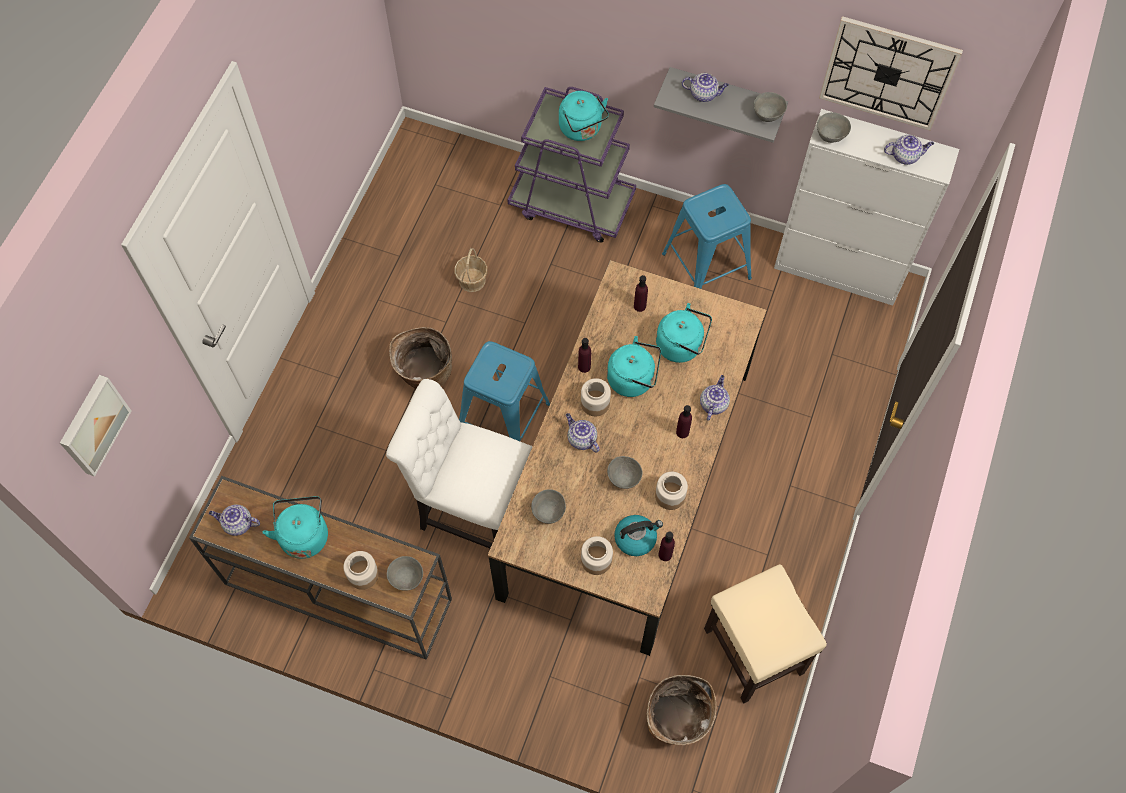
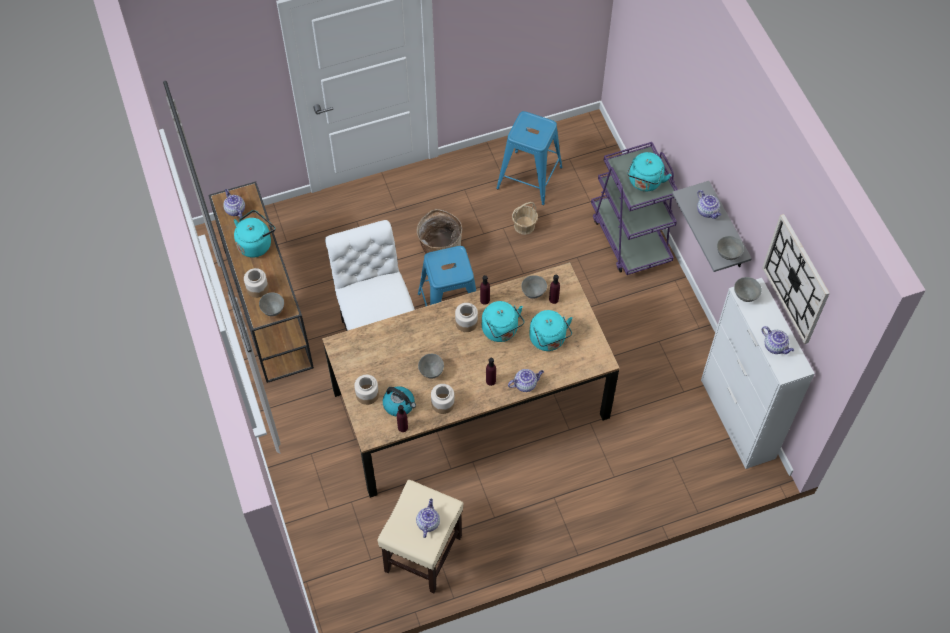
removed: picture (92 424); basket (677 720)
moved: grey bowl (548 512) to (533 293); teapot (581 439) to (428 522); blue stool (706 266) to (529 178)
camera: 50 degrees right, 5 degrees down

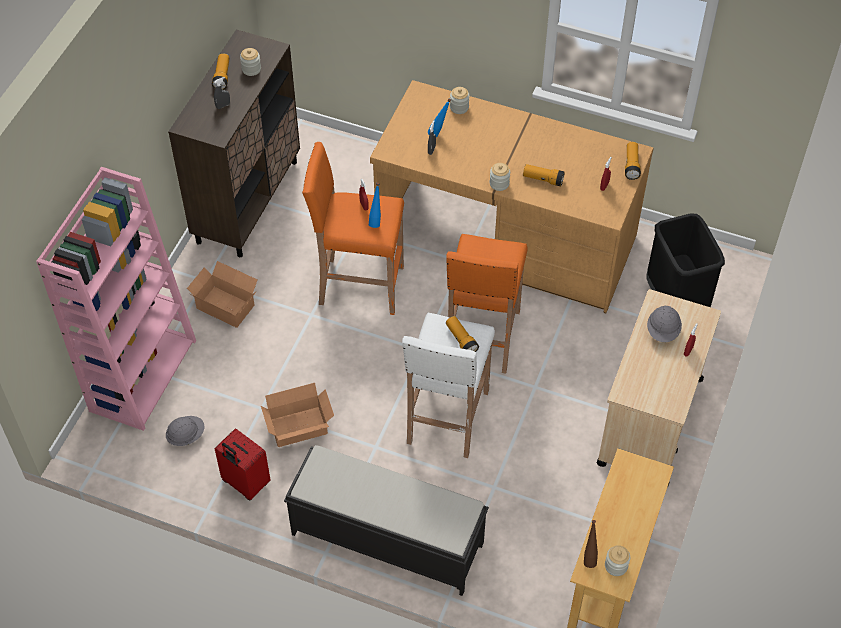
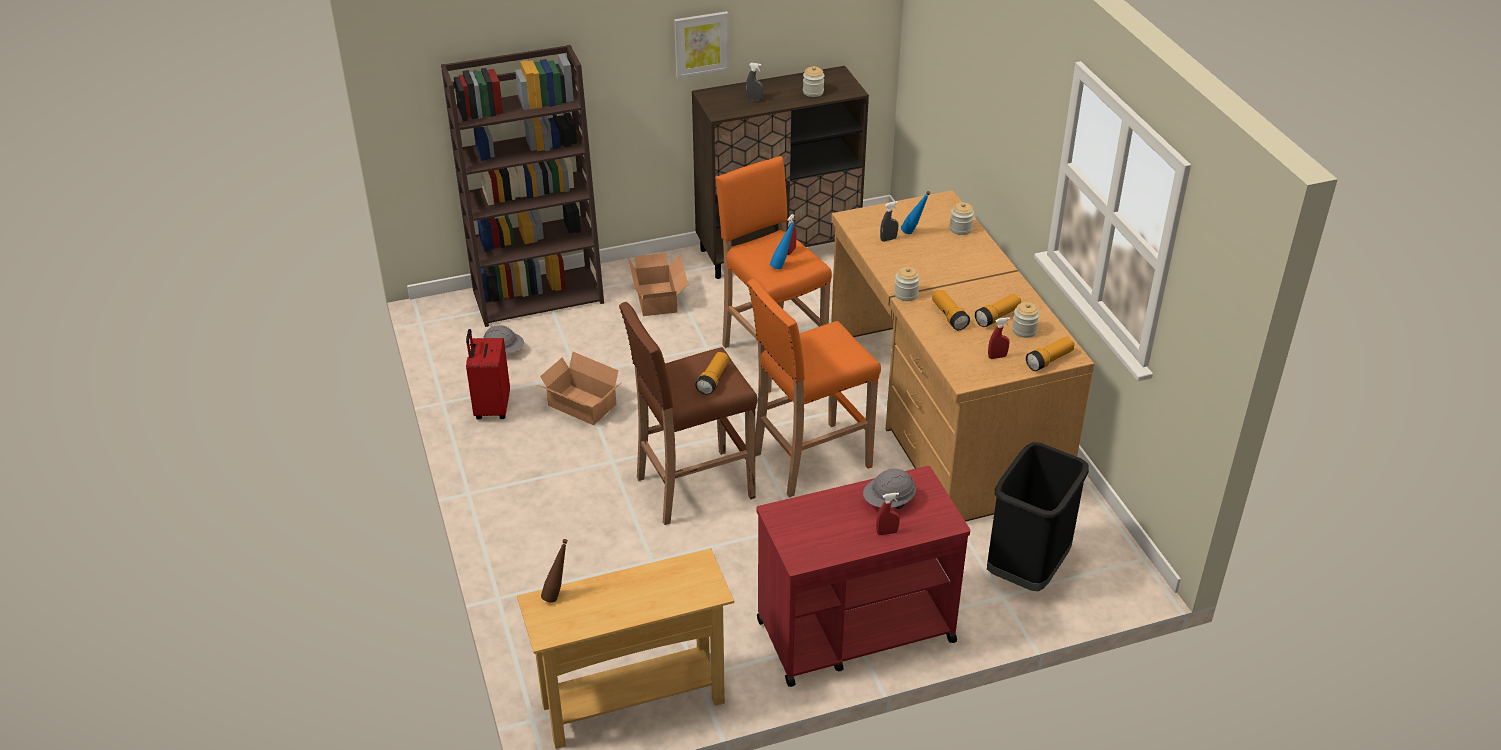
removed: black bench (386 538)
added: picture (701 44)
moved: flashlight (222 76) to (997 317); jar (616 566) to (1024 330)
recoloured: pink bookcase (143 374) to brown bookcase (539 296); white stool (446 419) to brown stool (692 488); beige cart (649 422) to red cart (854 631)
camera: 50 degrees right, 15 degrees down

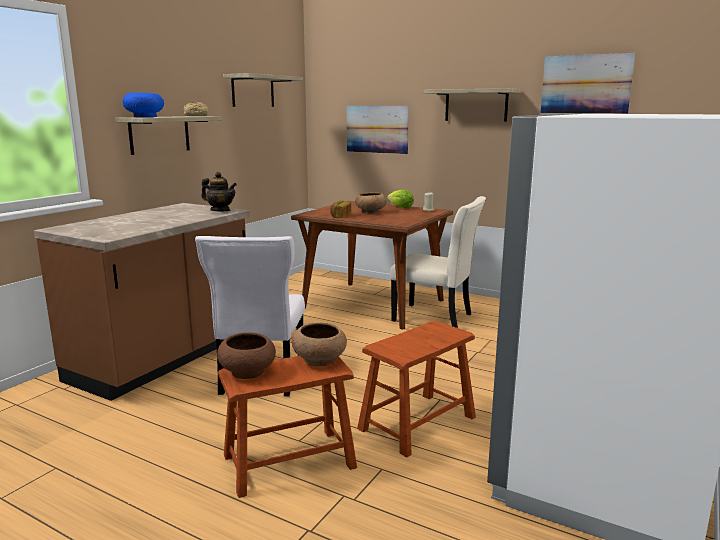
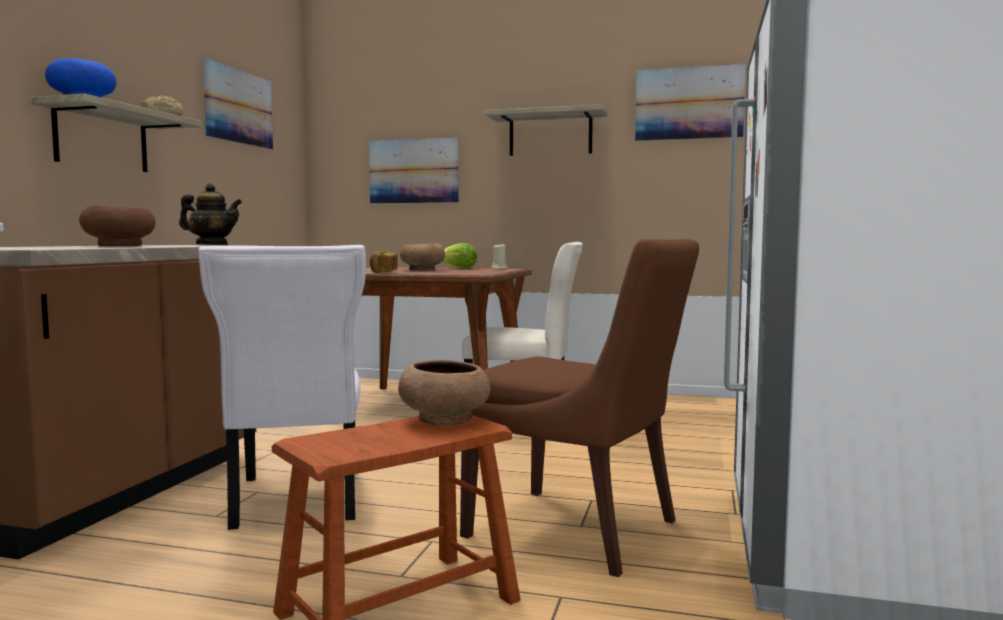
moved: brown bowl (248 371) to (120 246)
replaced: shelf (253 91) to picture (239 107); brown stool (417 423) to brown chair (578 531)
camera: 15 degrees left, 10 degrees down

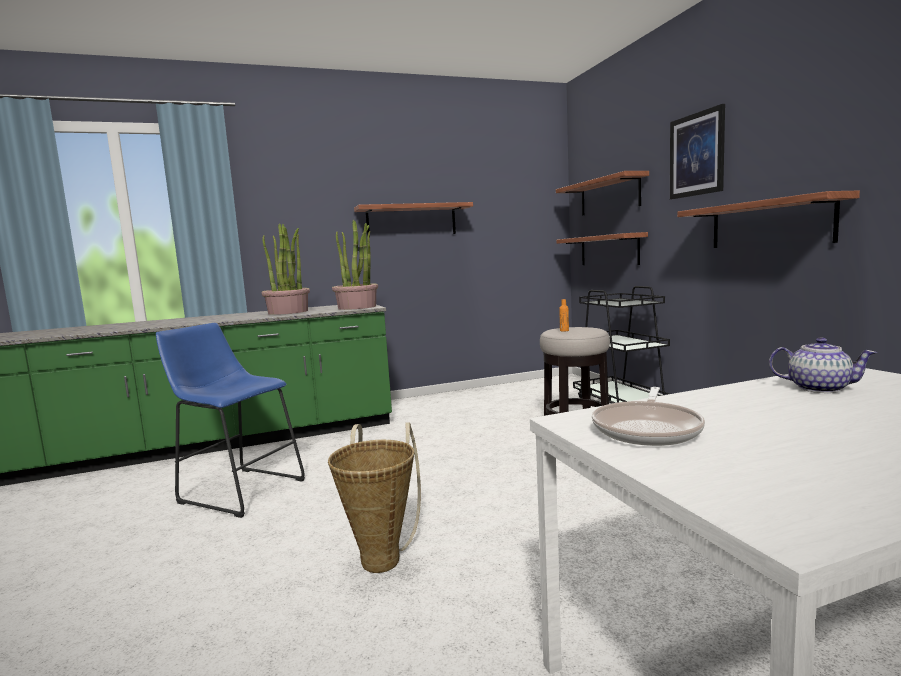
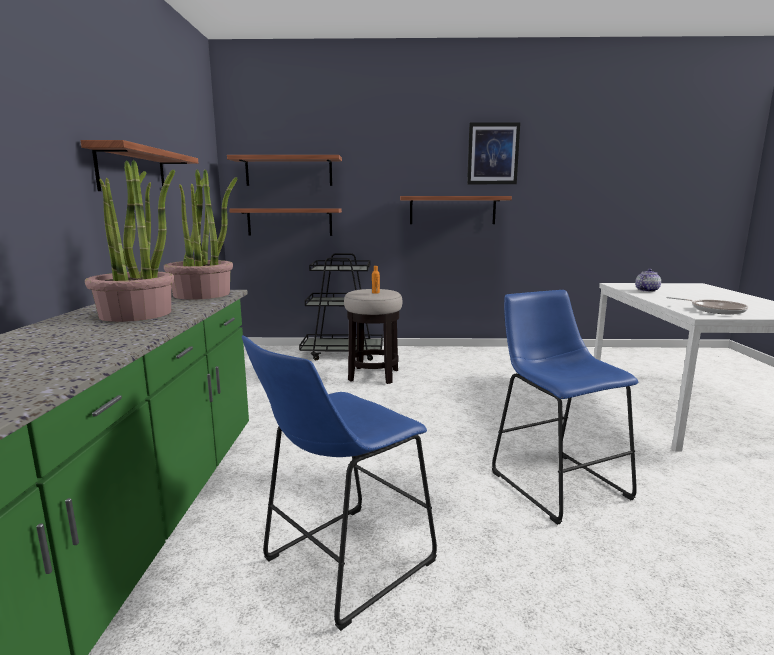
moved: picture (696 154) to (493 154)
replaced: basket (383 556) to blue stool (554 481)
camera: 70 degrees left, 5 degrees up

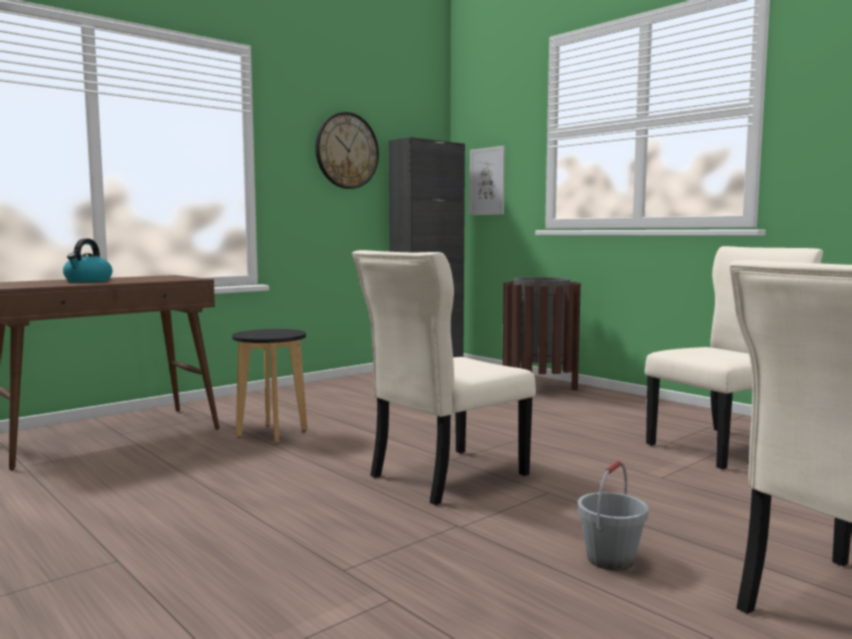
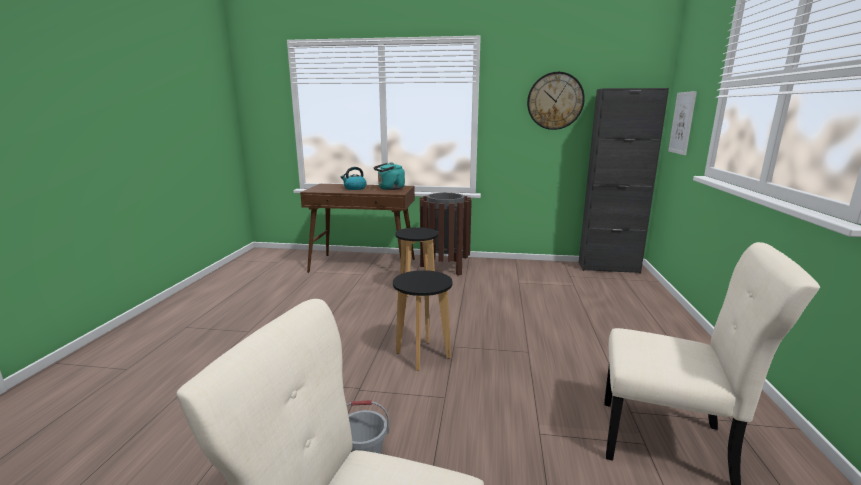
added: turquoise kettle (389 189)
moved: brown trash can (539 388) to (445 267)
replaced: beige chair (443 477) to black stool (422 355)
camera: 50 degrees right, 10 degrees up

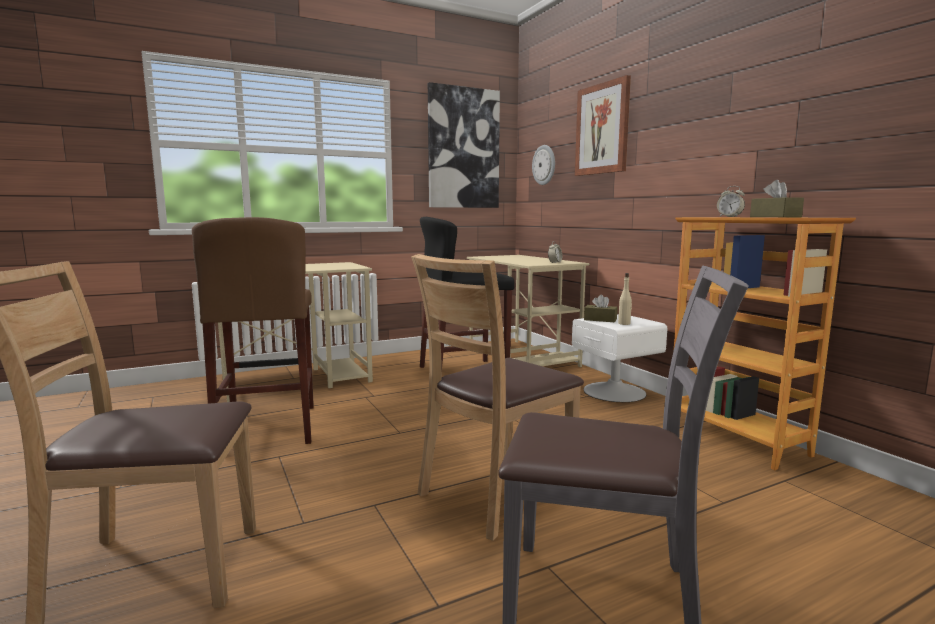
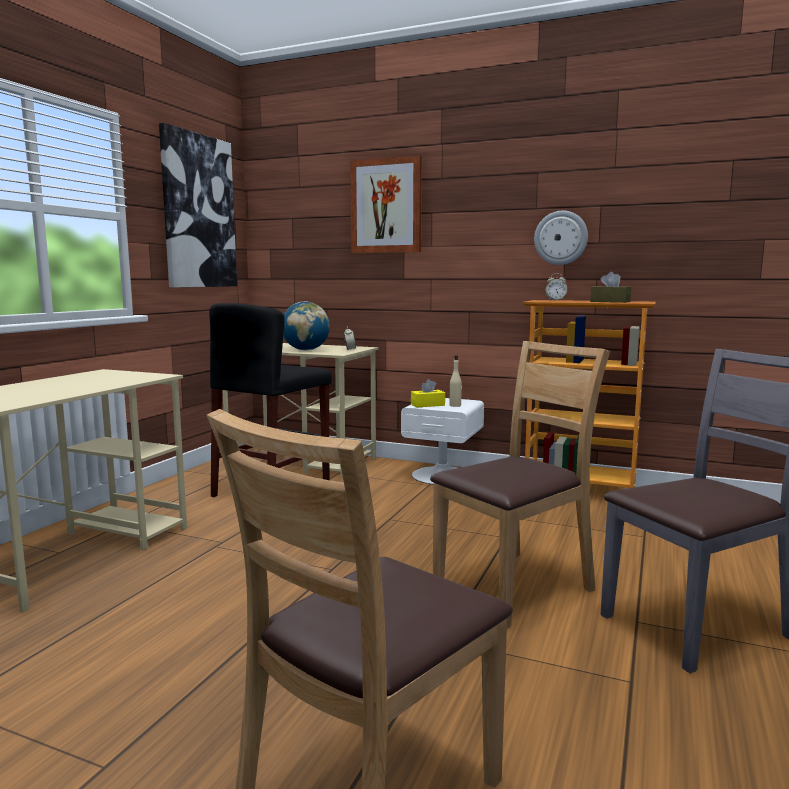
removed: brown stool (268 427)
added: globe (306 350)
moved: wall clock (544 165) to (560 238)
recoloured: brown tissue box (600 319) to yellow tissue box (427 405)
turned: brown chair (496 493) = (514 587) 135 degrees counterclockwise
camera: 40 degrees left, 0 degrees up

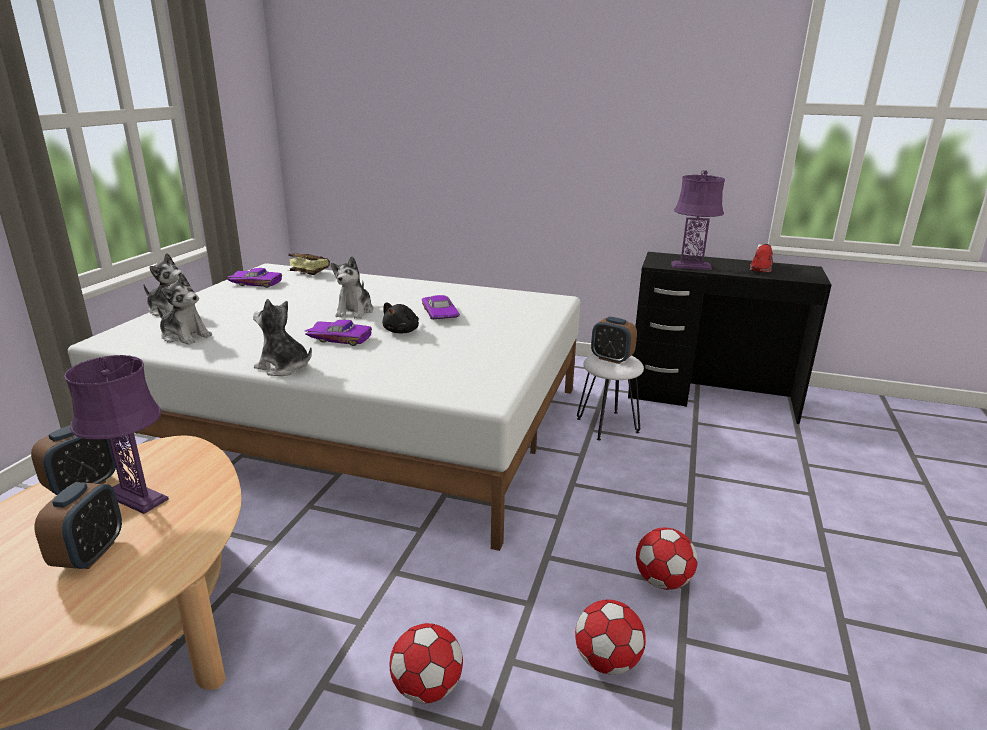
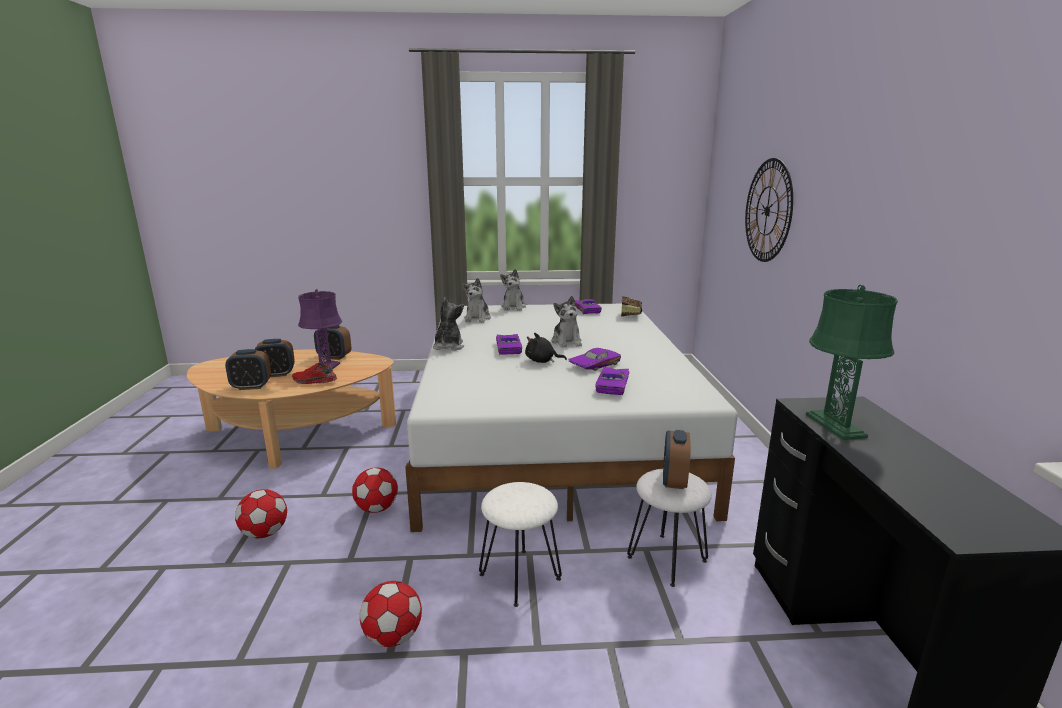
added: alarm clock (251 387); white stool (520 577); purple toy car (614 386); wall clock (767 211)
moved: football (607 661) to (377 508); red shoe (762 268) to (314 381)
recoloured: purple table lamp (691 266) to green table lamp (835 426)
turned: plush toy (355 311) = (566 342) 90 degrees counterclockwise
camera: 70 degrees right, 5 degrees down

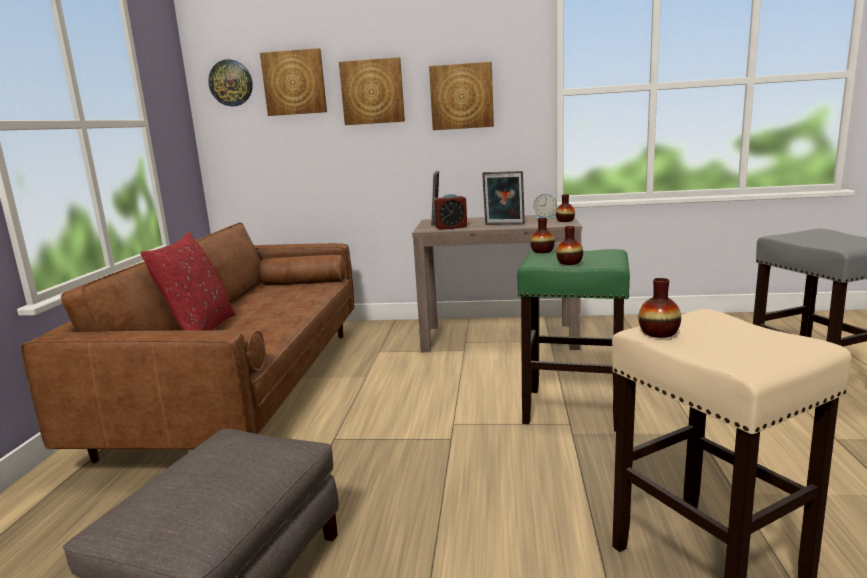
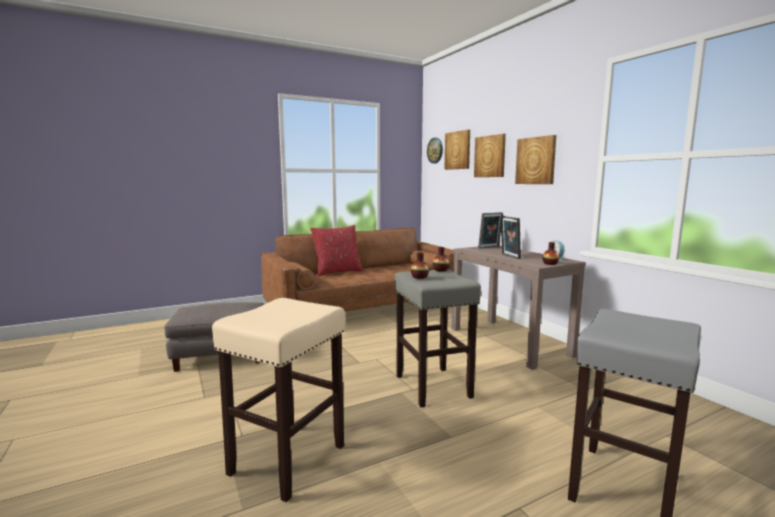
removed: alarm clock (451 227); vase (658 333)
recoloured: green stool (574 409) to grey stool (433 387)
camera: 55 degrees right, 5 degrees down

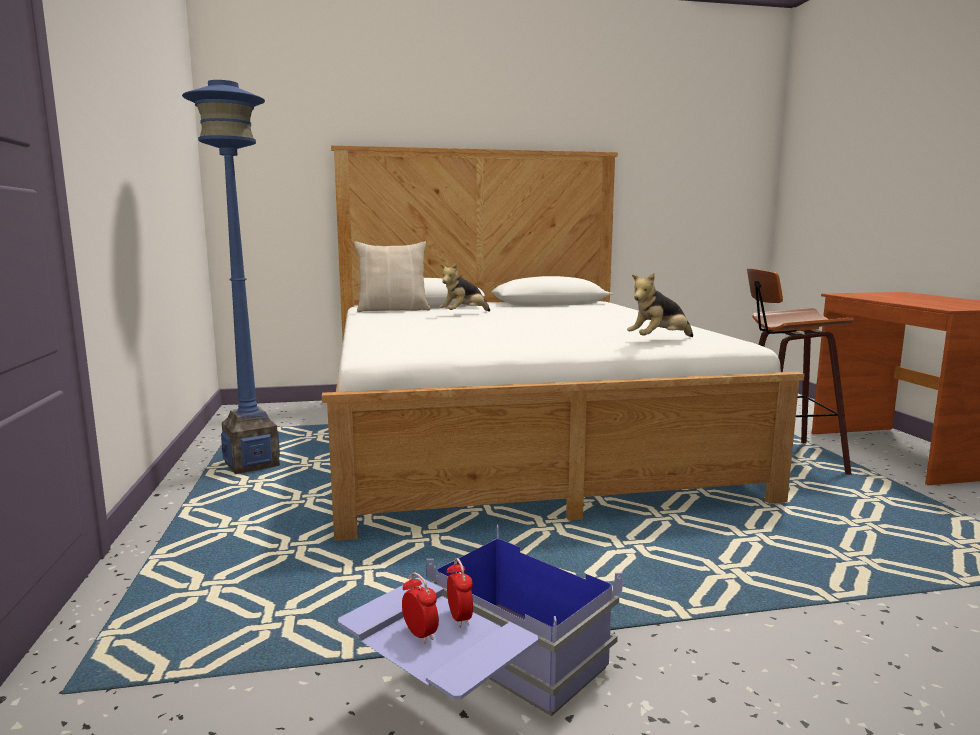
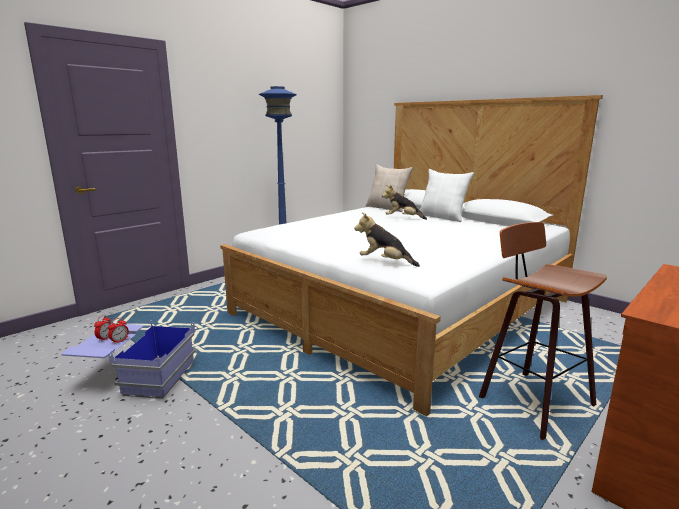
added: white pillow (442 217)
camera: 55 degrees right, 5 degrees up

